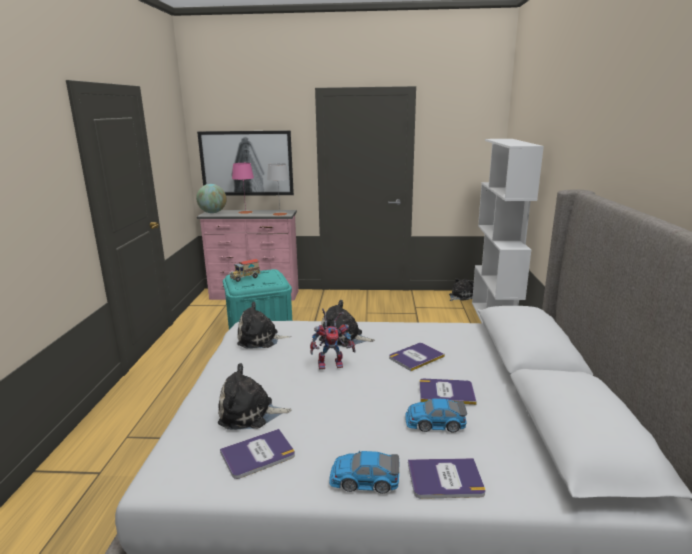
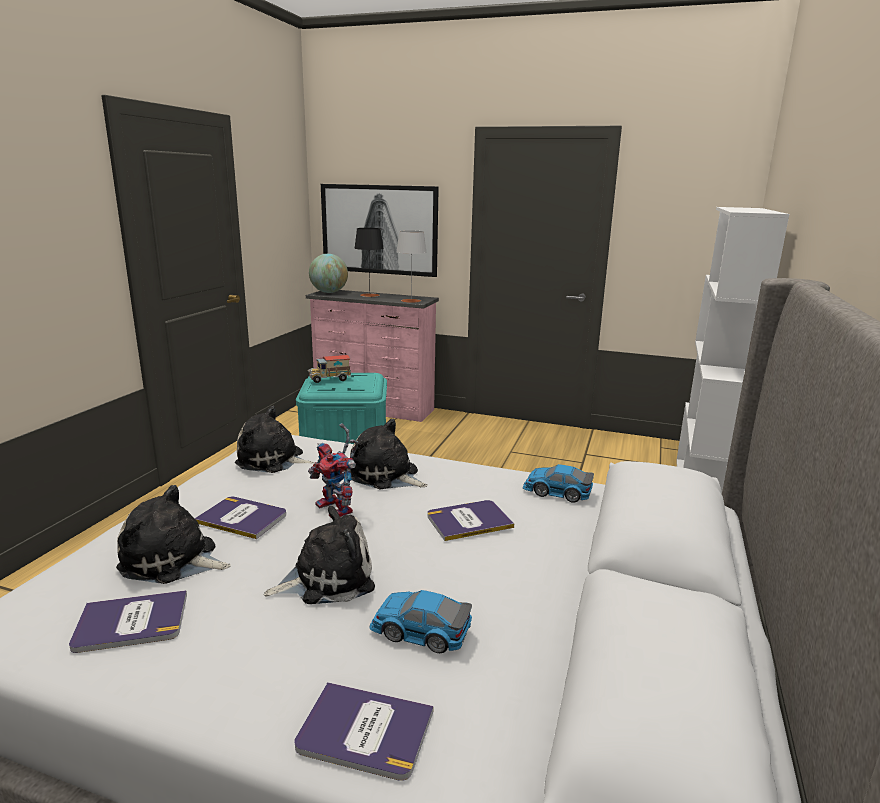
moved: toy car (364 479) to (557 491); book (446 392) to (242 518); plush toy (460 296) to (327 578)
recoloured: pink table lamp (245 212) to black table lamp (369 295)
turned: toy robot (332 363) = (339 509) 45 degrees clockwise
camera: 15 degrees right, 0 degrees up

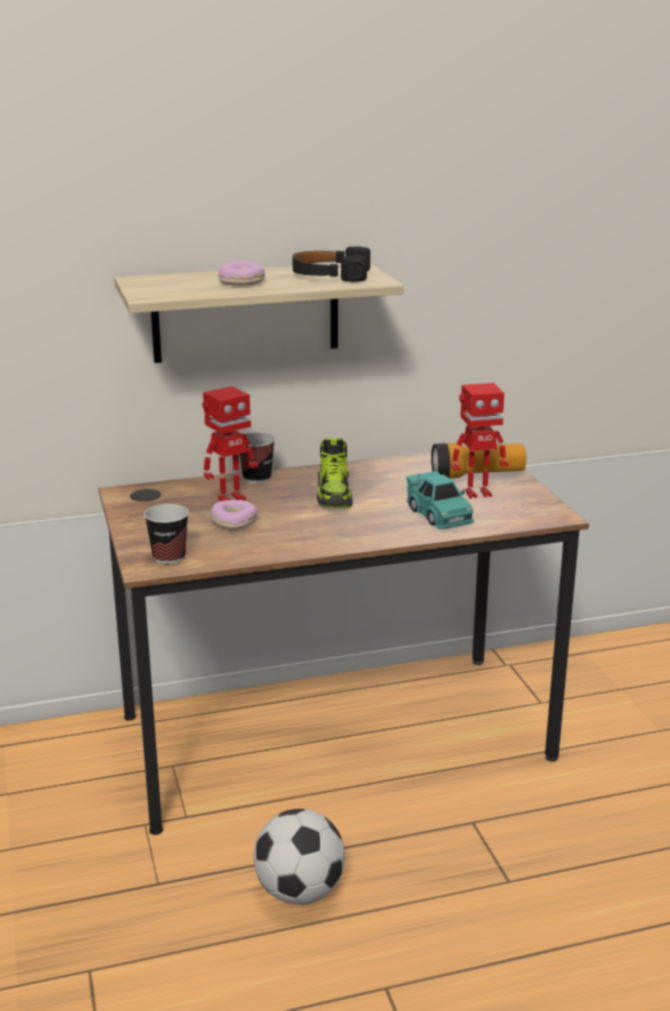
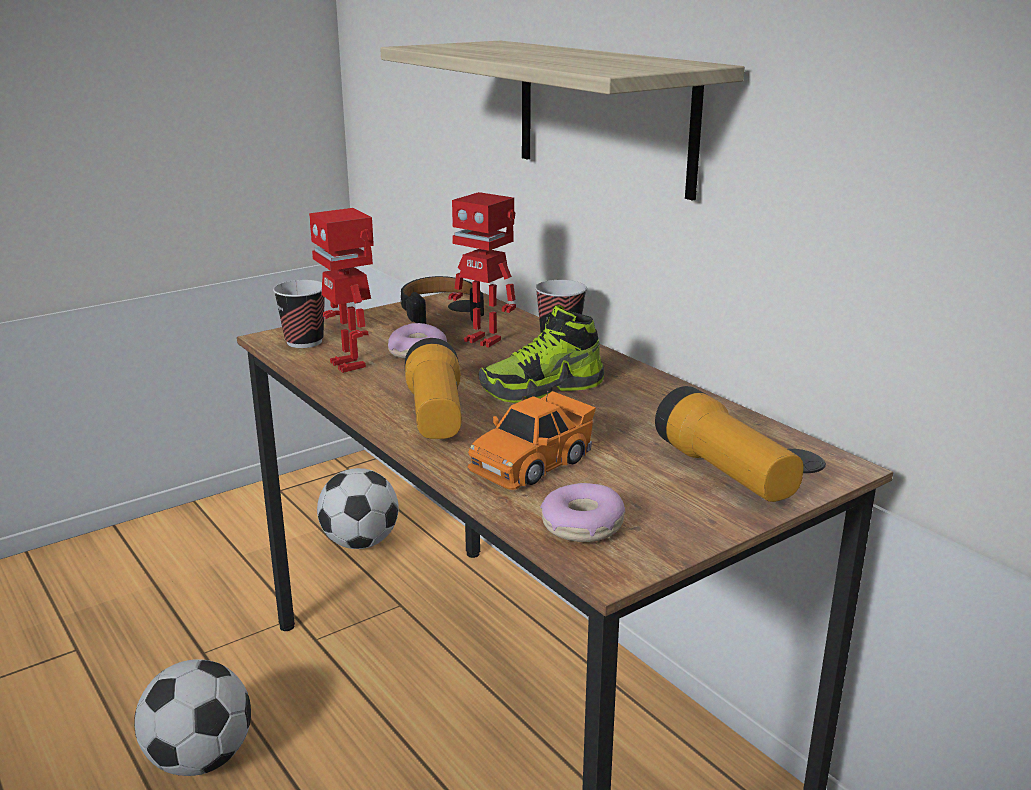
added: football (360 542); flashlight (435 414)
moved: donut (242 282) to (582 526); black headphones (330 275) to (441 310); toy robot (477 493) to (350 364)
recoloured: turquoise toy car (439 515) to orange toy car (531 463)
camera: 70 degrees right, 0 degrees up

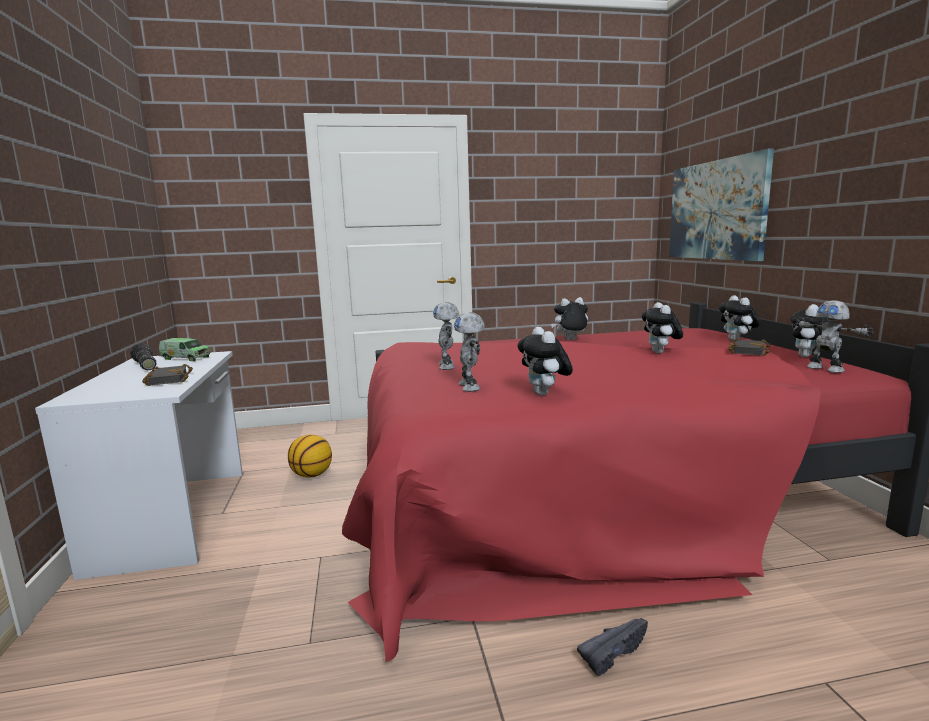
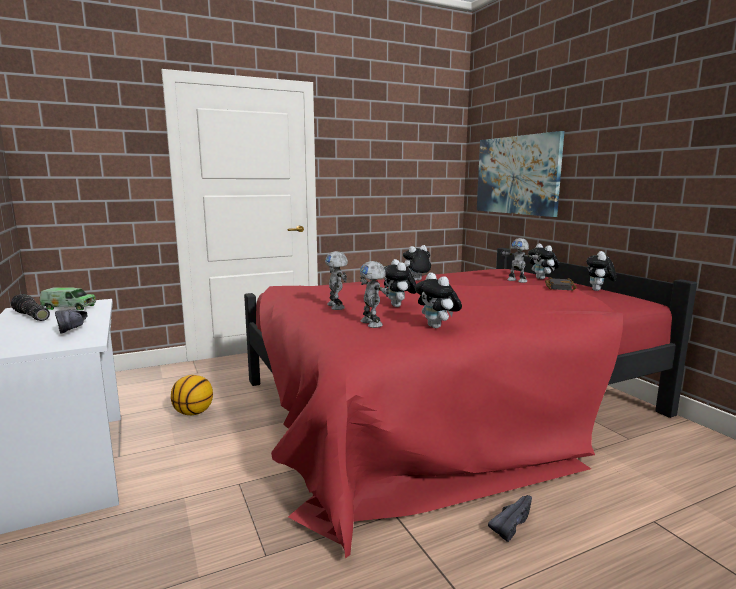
moved: plush toy (660 352) to (399 306); toy robot (826 369) to (517 281)
replaced: black book (167 379) to black shoe (74 329)
camera: 15 degrees left, 0 degrees up

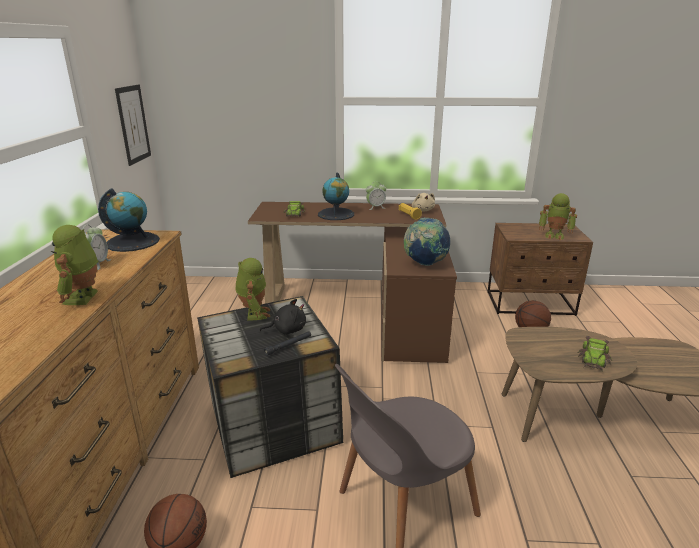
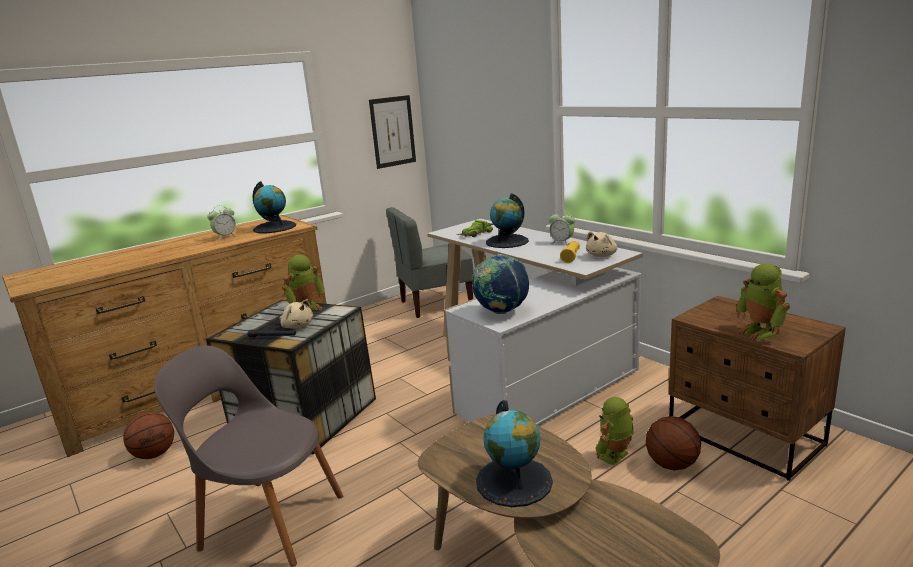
added: grey chair (435 304)
moved: toy robot (84 298) to (615 457)
replaced: toy car (594 358) to globe (514 481)
recoloured: brown desk (365 311) to white desk (526 365); black plush toy (287 330) to beige plush toy (297 326)
camera: 50 degrees right, 5 degrees down

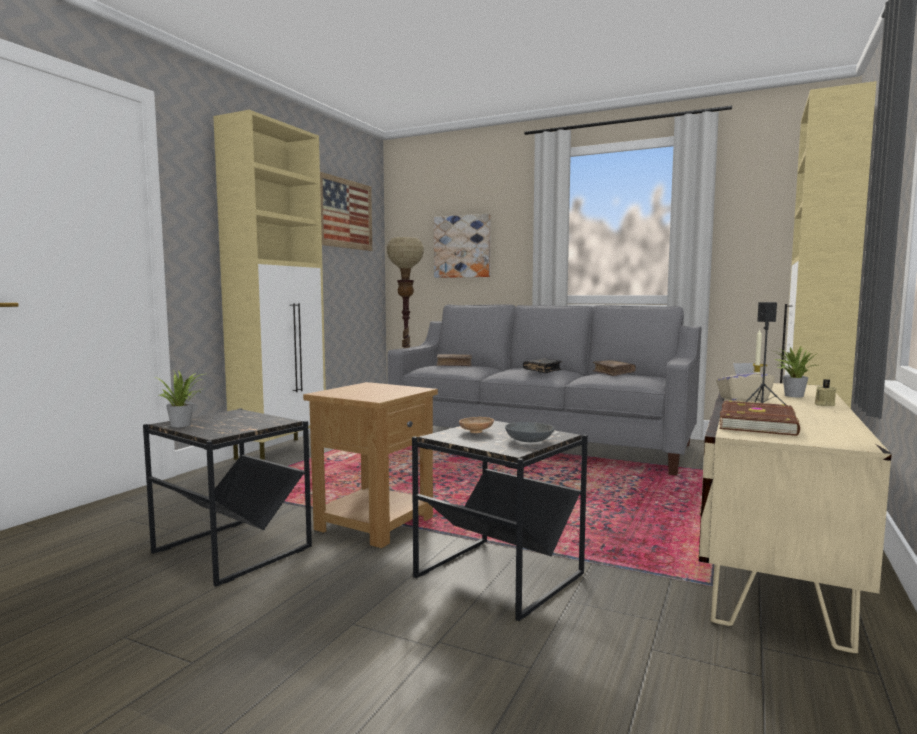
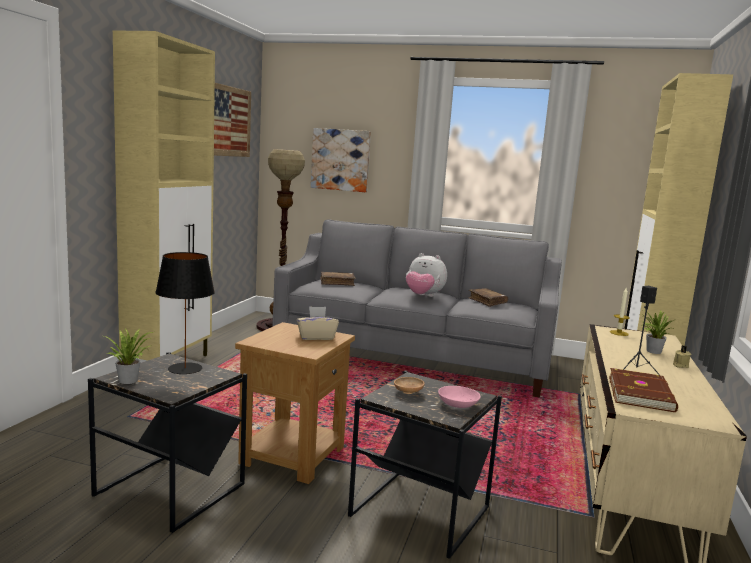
added: black table lamp (186 368)
moved: beige tissue box (743 399) to (316 337)
replaced: black book (542 371) to plush toy (423 296)
recoloured: grey bowl (530 440) to pink bowl (459 404)
camera: 10 degrees left, 5 degrees up

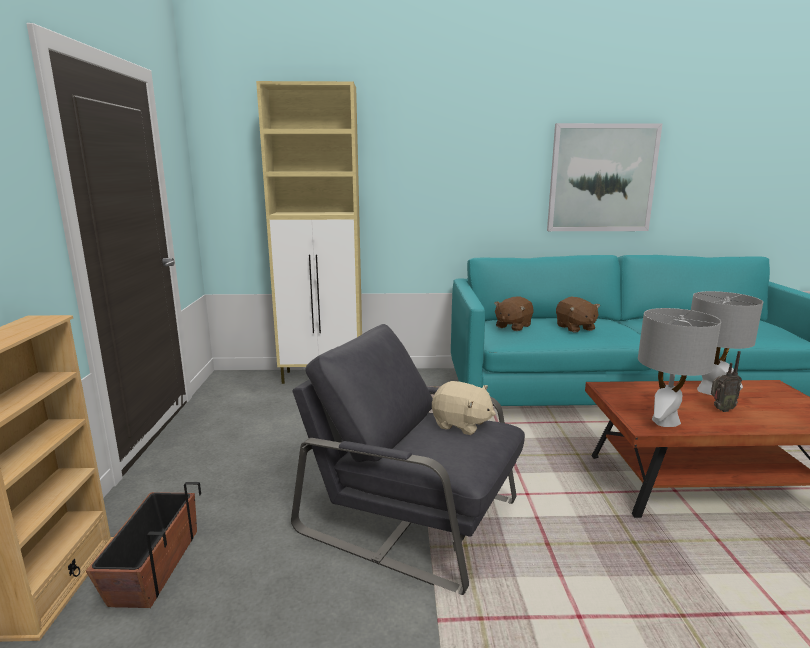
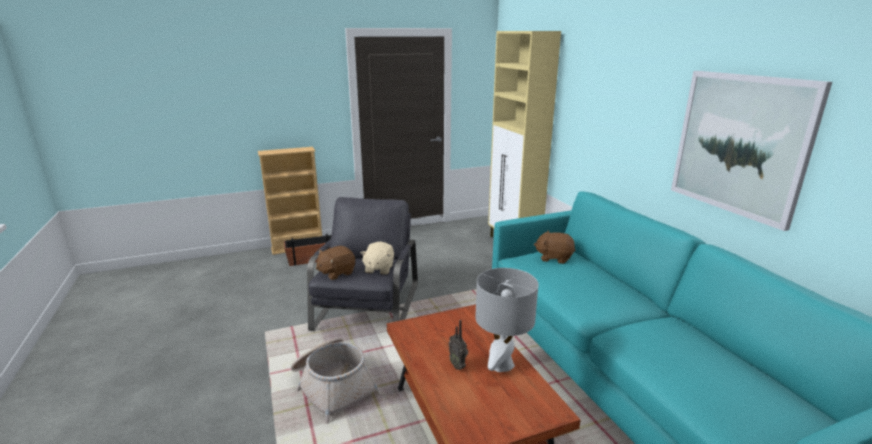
removed: grey table lamp (665 421)
added: basket (333 386)
moved: brown plush toy (575 328) to (336 273)
camera: 70 degrees right, 5 degrees up

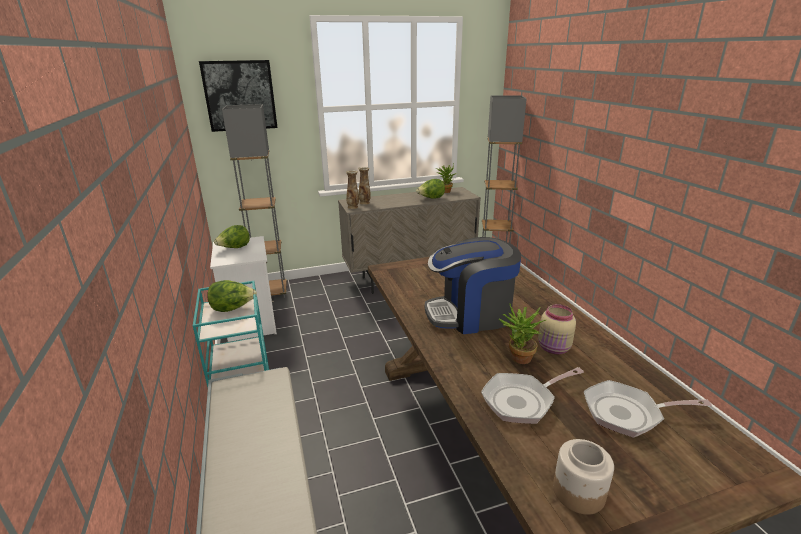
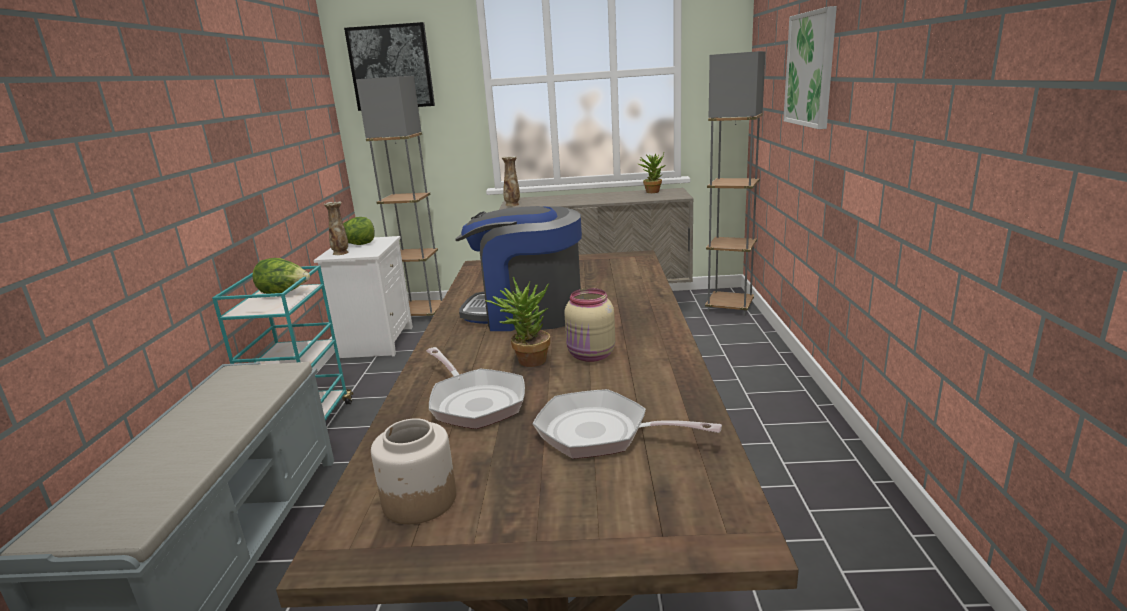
removed: lettuce (431 198)
added: picture (811 69)
moved: vase (365 203) to (341 253)
turned: frying pan (522 401) = (474 402) 120 degrees counterclockwise
camera: 20 degrees right, 5 degrees down

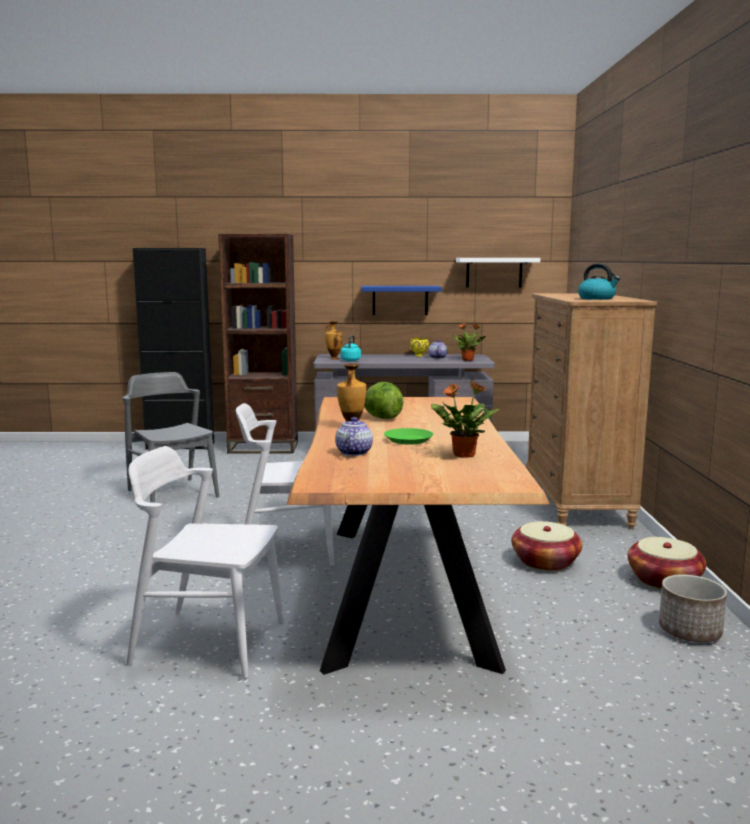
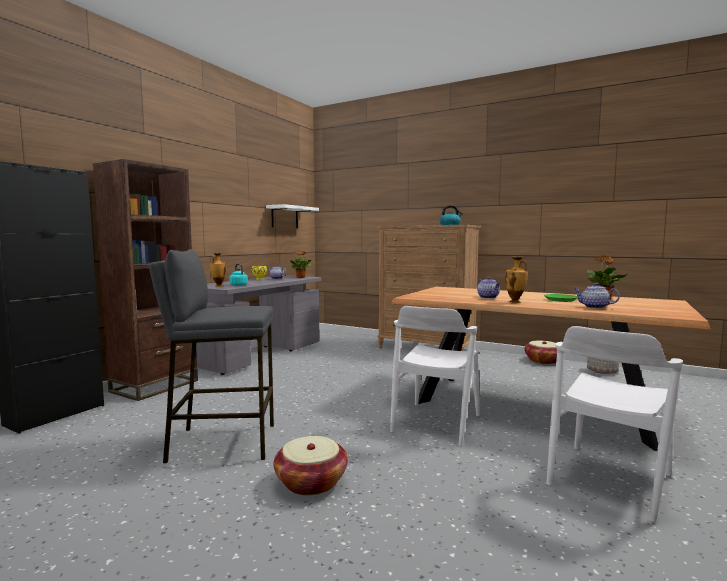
removed: blue shelf (400 300)
moved: basket (545 562) to (311 482)
replaced: grey chair (173 494) to grey stool (222 442); lettuce (381 418) to teapot (488 297)
camera: 60 degrees left, 5 degrees down

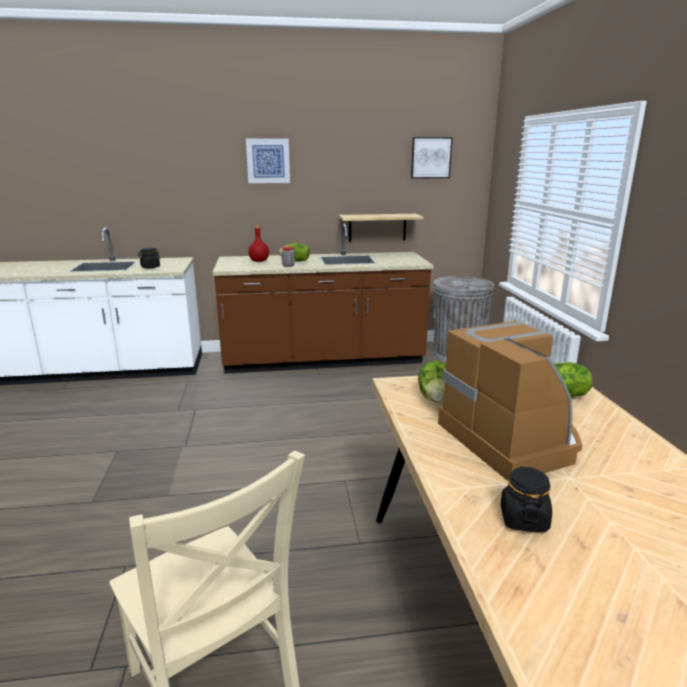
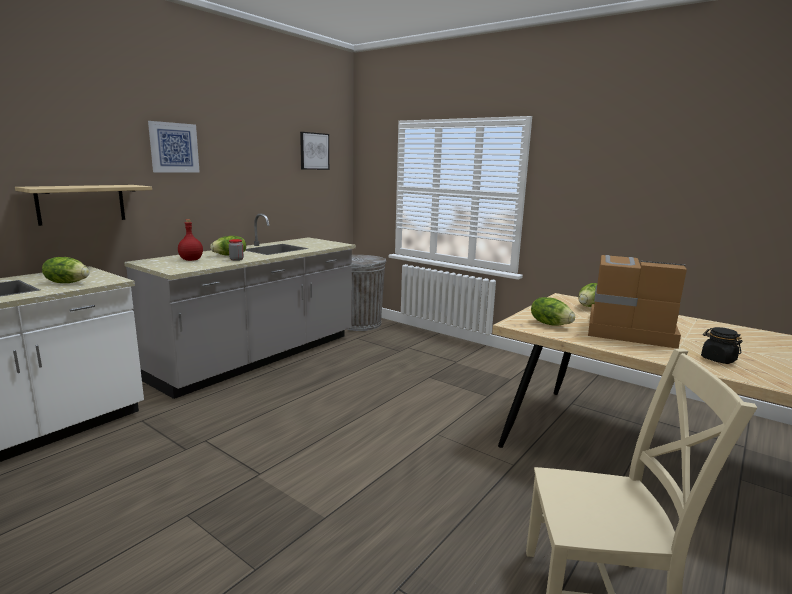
moved: shelf (377 227) to (81 204)
replaced: black jar (150 267) to lettuce (67 282)
recoloured: brown counter (323 360) to grey counter (259 357)
camera: 45 degrees left, 5 degrees down

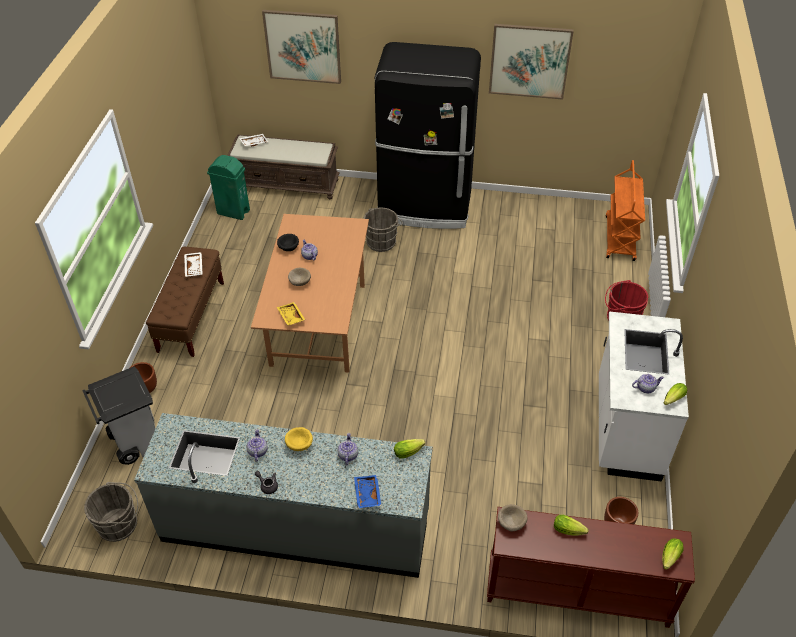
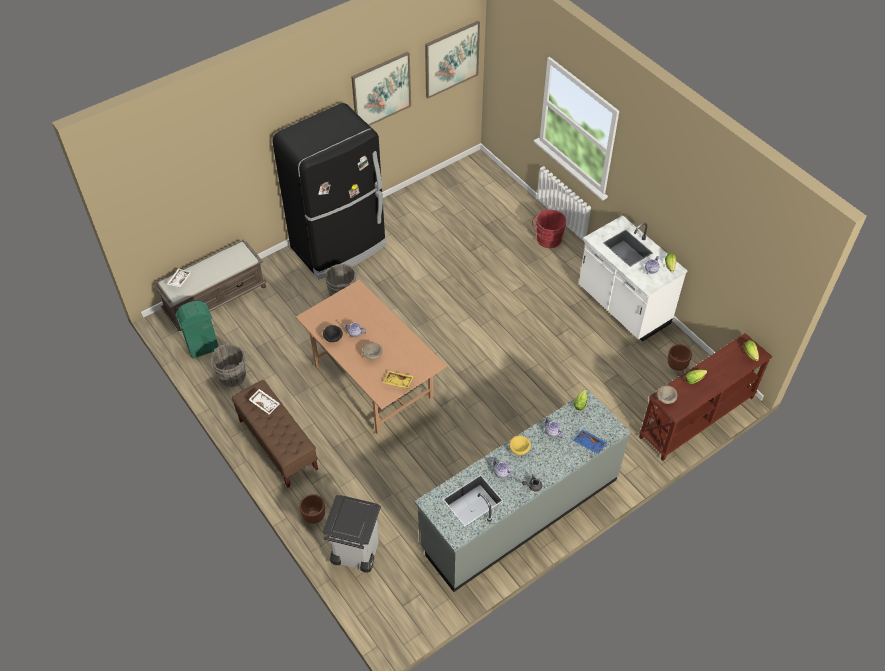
removed: orange cart (620 239)
moved: grey bucket (120 524) to (233 374); picture (303 46) to (451 59)
camera: 45 degrees left, 5 degrees up

